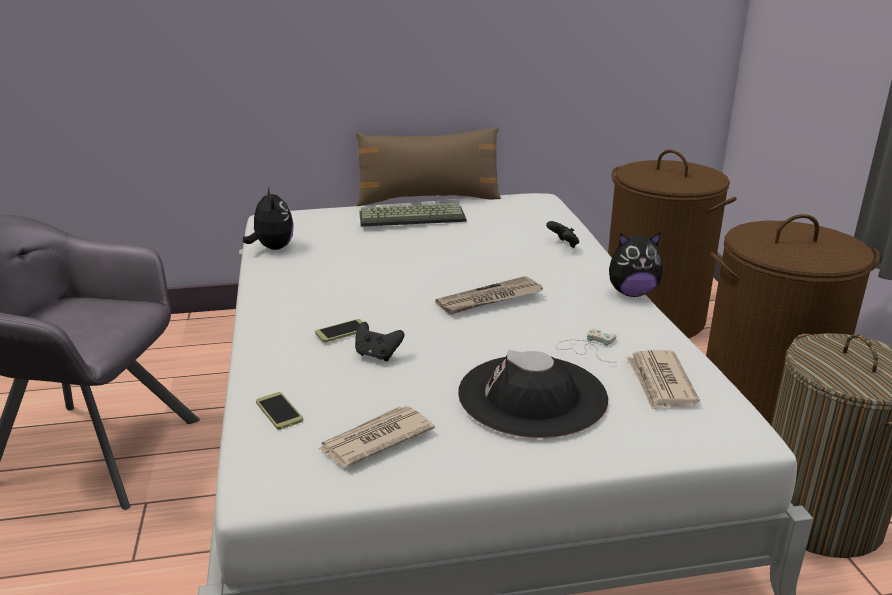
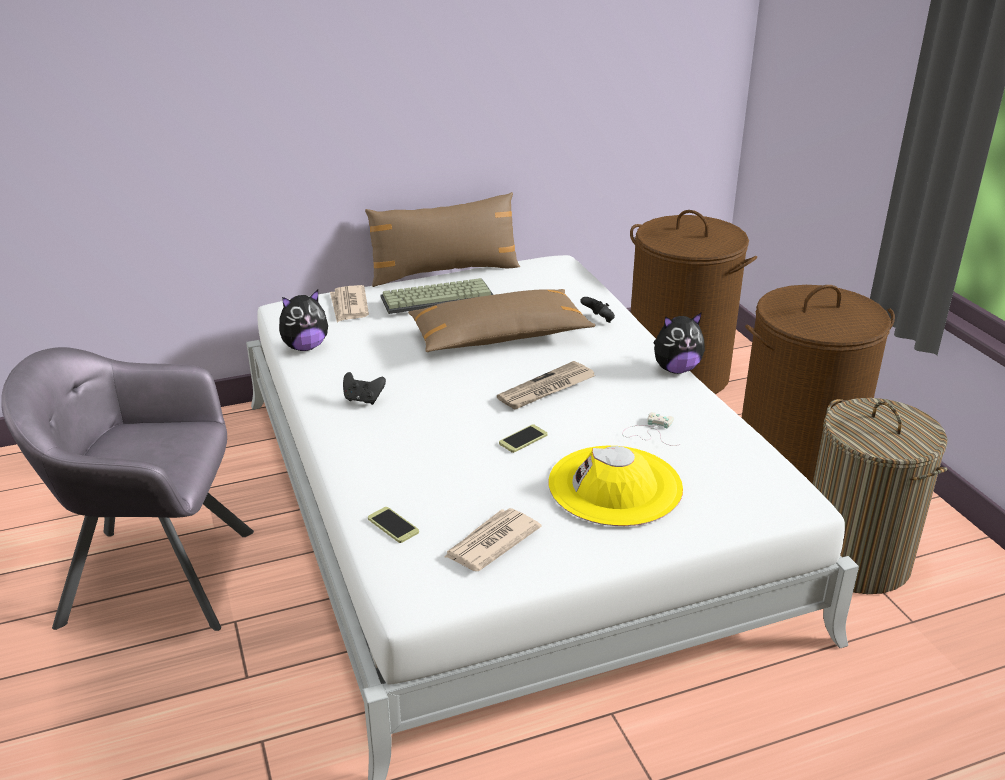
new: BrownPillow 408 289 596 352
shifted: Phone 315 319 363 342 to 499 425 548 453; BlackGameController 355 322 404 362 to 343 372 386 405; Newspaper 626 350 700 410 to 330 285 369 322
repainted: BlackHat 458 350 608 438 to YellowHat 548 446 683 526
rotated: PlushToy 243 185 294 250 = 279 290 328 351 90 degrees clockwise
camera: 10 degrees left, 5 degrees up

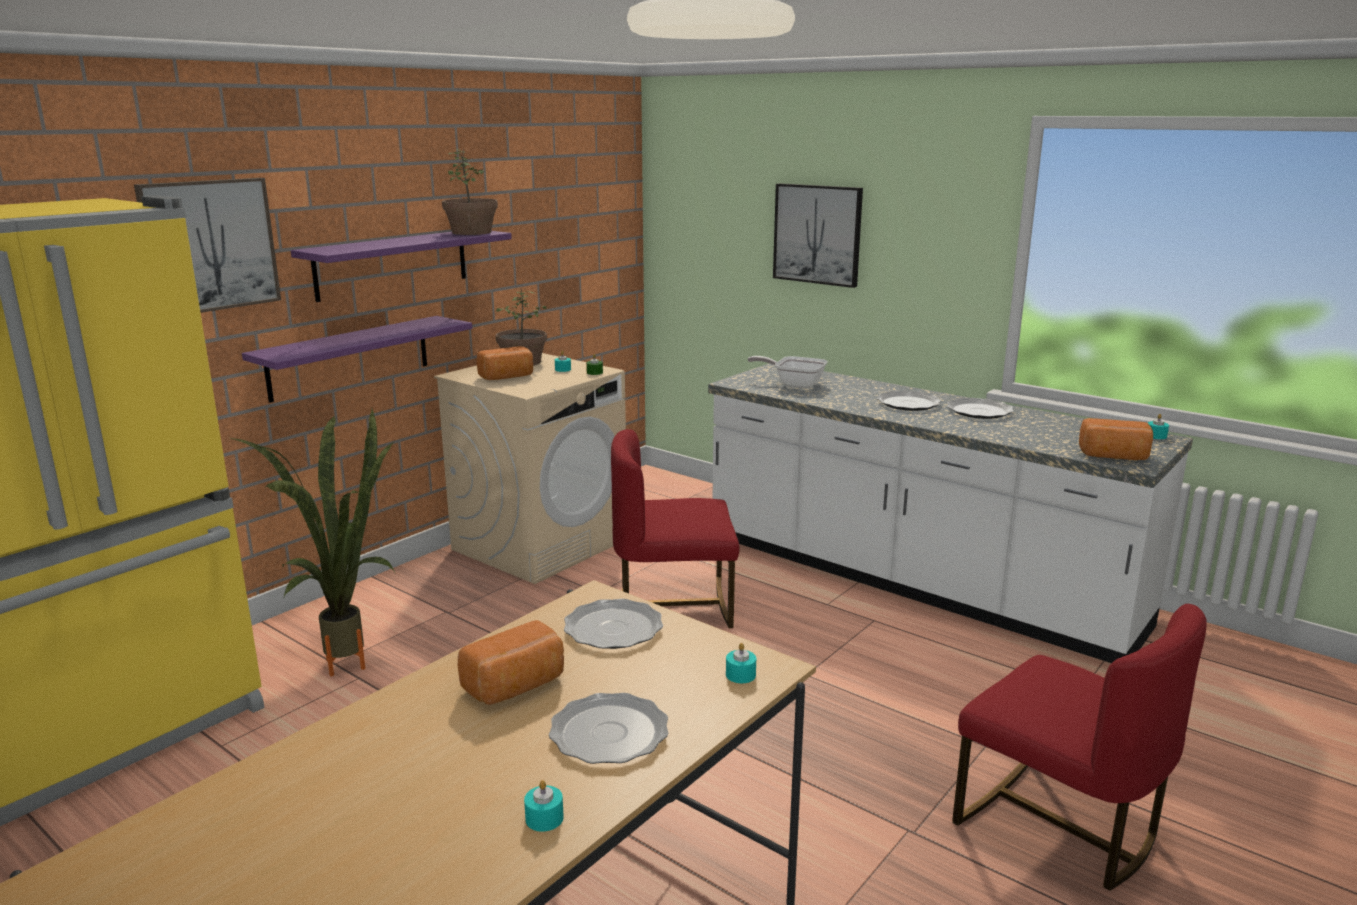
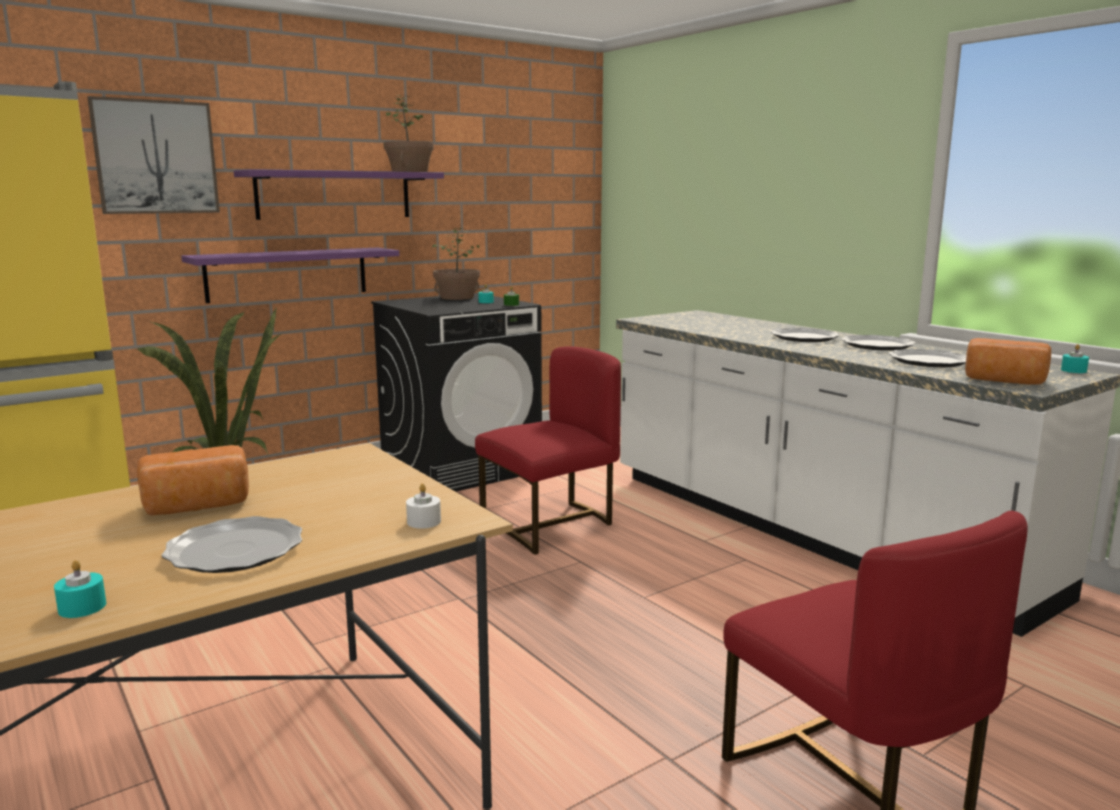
gone: Bread 477 346 533 380; FryingPan 748 356 828 389; Picture 773 183 863 288
shifted: Plate 564 599 663 649 to 888 349 966 367
repainted: BeigeWashingMachine 434 353 626 584 to BlackWashingMachine 371 293 542 492; TurquoiseCandle 726 643 756 683 to WhiteCandle 406 484 441 529
rotated: RedChair 611 429 739 628 = 475 346 621 555 135 degrees clockwise
camera: 15 degrees right, 5 degrees down

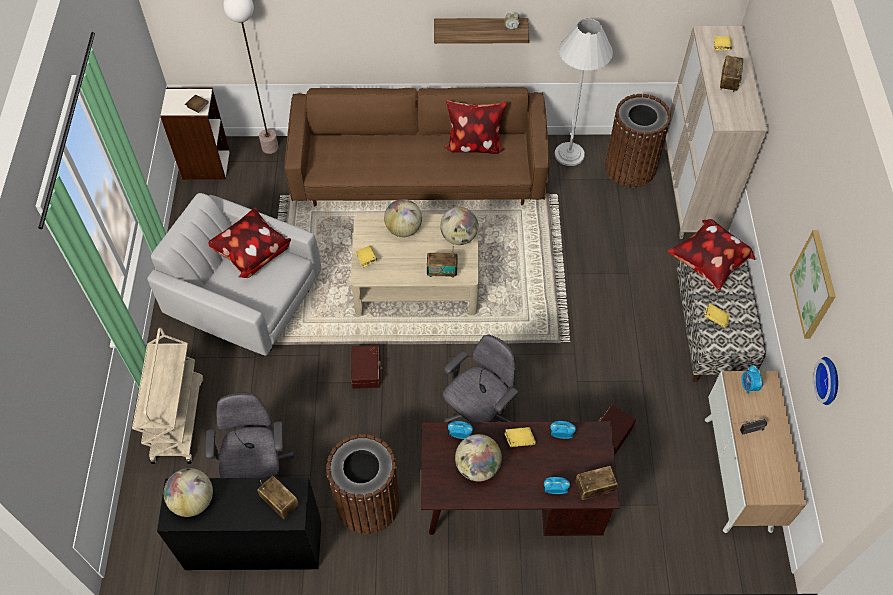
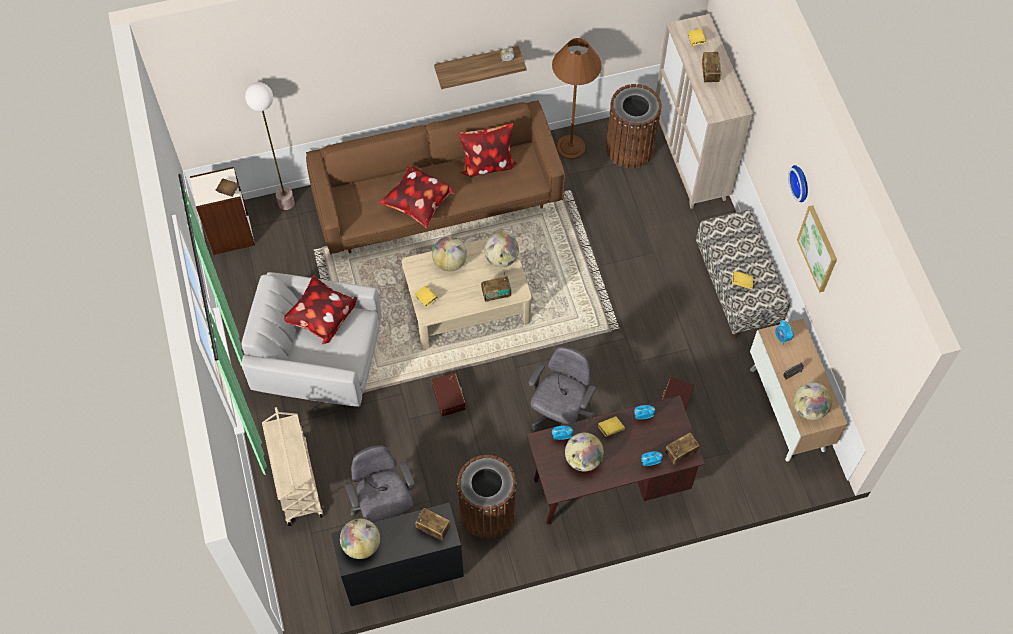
new: Globe 794 382 832 420
shifted: Pillow 668 219 755 291 to 379 166 455 228; WallClock 813 357 838 405 to 788 165 808 202
repainted: WhiteFloorLamp 554 18 613 166 to BrownFloorLamp 552 38 602 159
camera: 15 degrees left, 5 degrees up

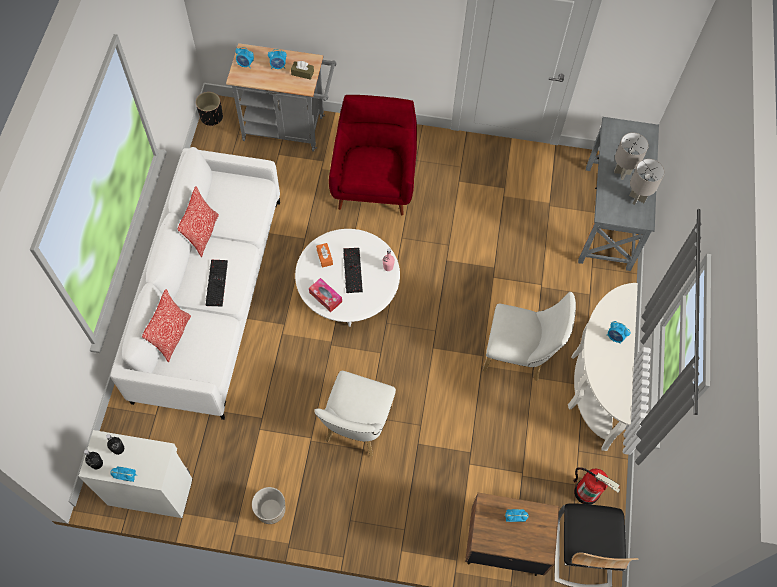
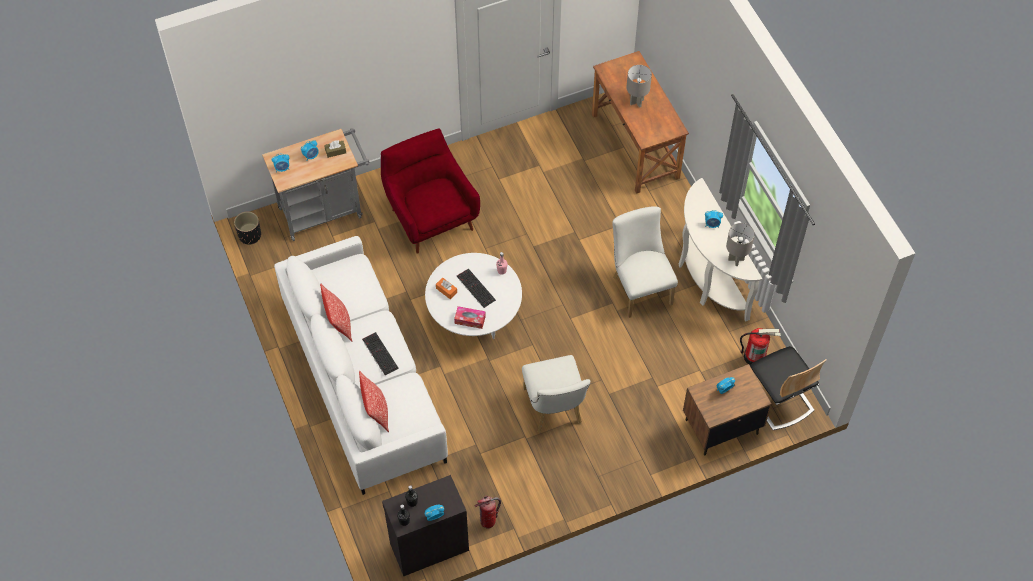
gone: Planter 252 487 286 524
new: FireExtinguisher 475 495 501 528
shifted: GreyTableLamp 629 159 665 205 to 726 223 755 266
repainted: WhiteCabinet 79 430 192 518 to BlackCabinet 382 475 469 576; GreyDesk 578 117 659 271 to BrownDesk 592 51 689 193
rotated: WhiteChair 483 292 576 381 = 612 206 678 318 90 degrees counterclockwise
camera: 30 degrees left, 5 degrees down

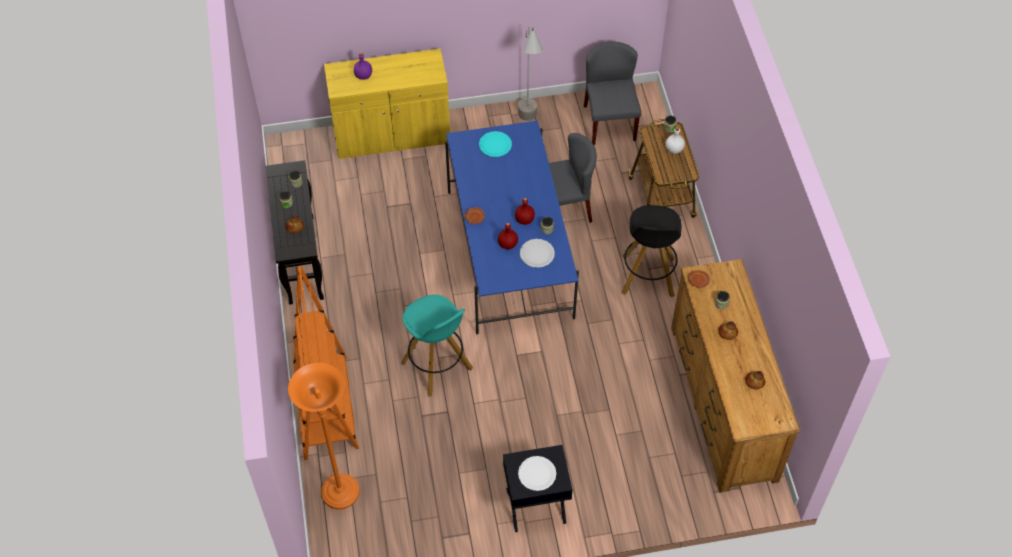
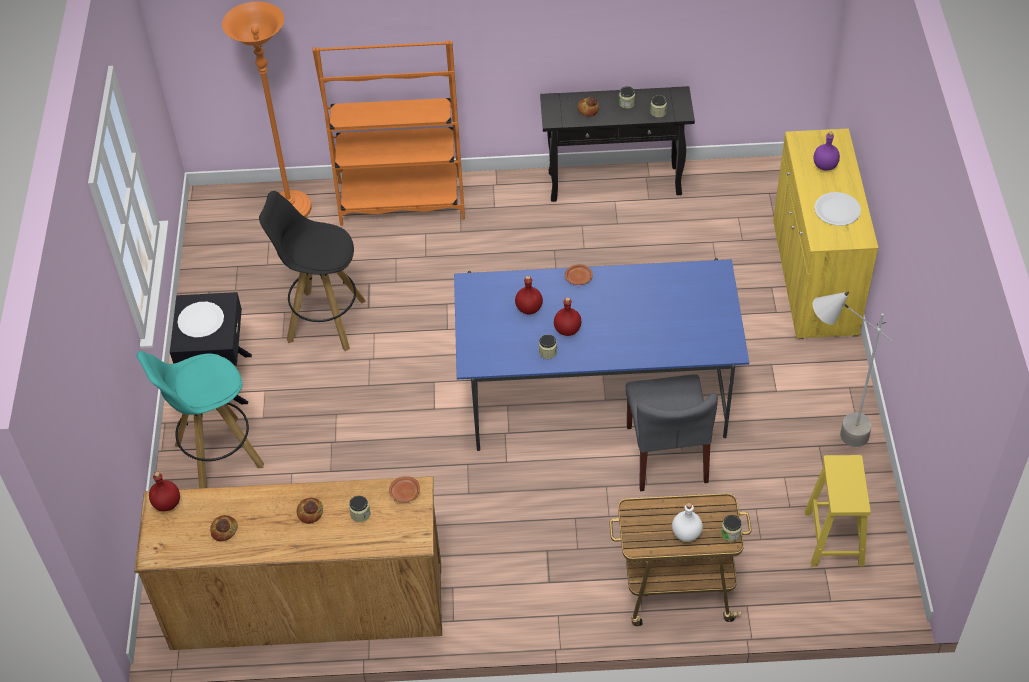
gone: TurquoisePlate 479 131 512 157
new: RedBottle 149 472 180 512
shifted: TurquoiseStool 401 294 473 397 to 137 351 264 488; WhitePlate 520 239 555 268 to 814 192 861 226; BlackStool 621 205 681 297 to 259 191 366 351
swapped: GreyChair 584 42 642 145 to YellowStool 805 455 871 567
camera: 100 degrees right, 5 degrees down

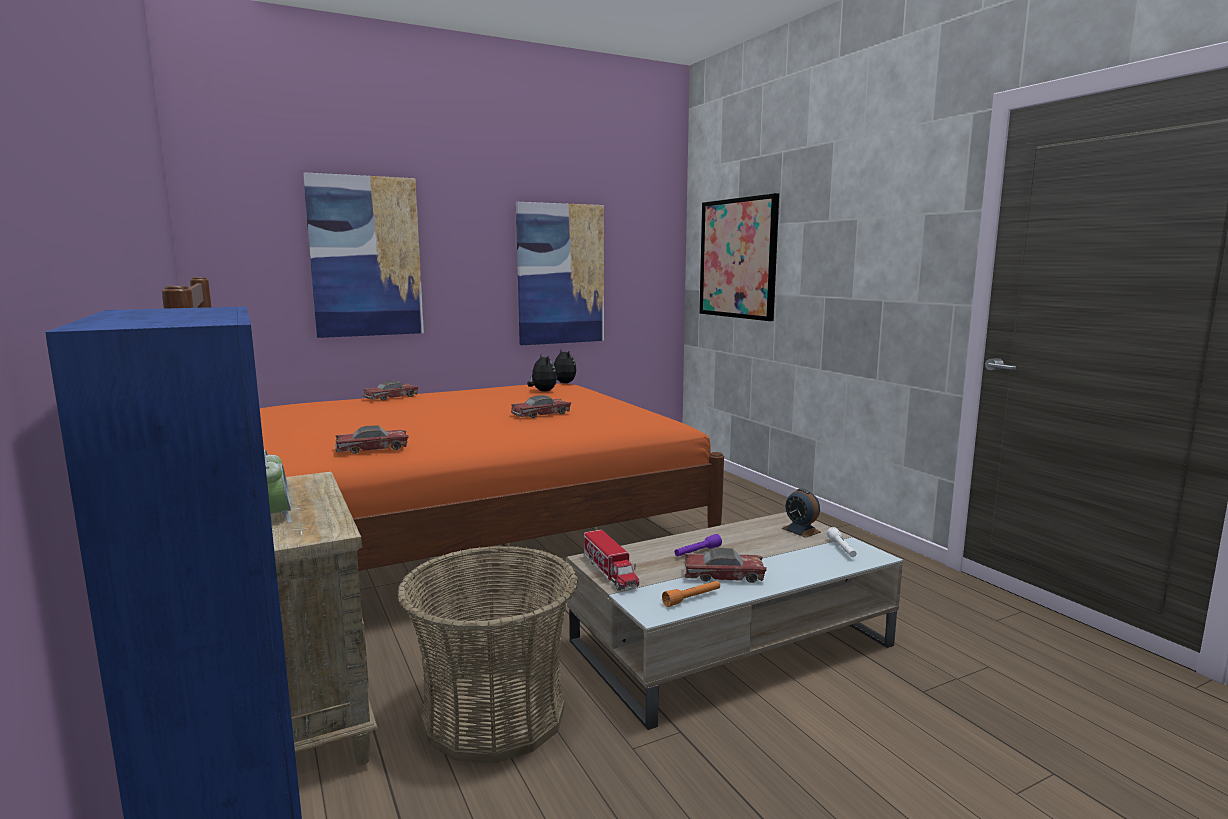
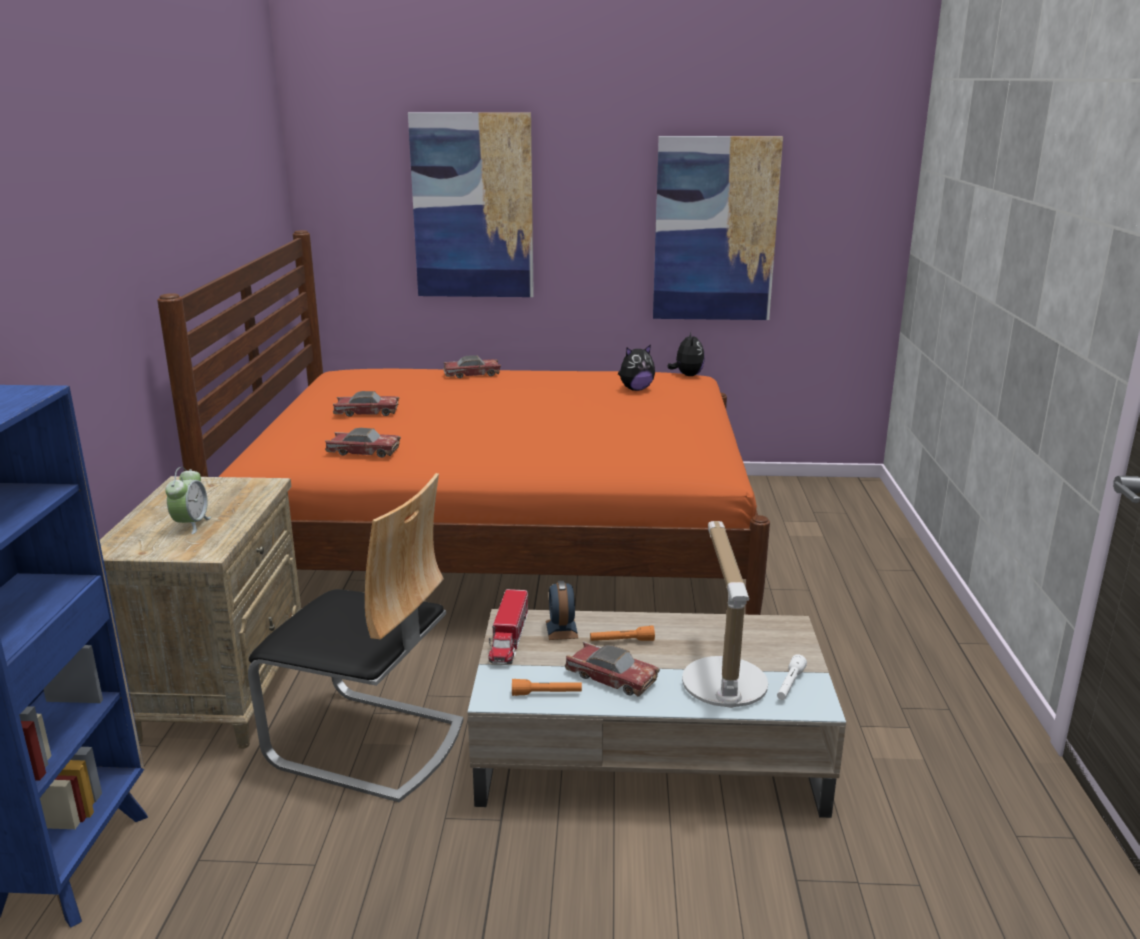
gone: Picture 699 193 779 321
new: TableLamp 682 521 768 708
shifted: ToyCar 511 395 571 418 to 333 391 399 417; AlarmClock 782 488 821 538 to 546 581 578 640
swapped: Basket 396 546 578 763 to Chair 248 473 464 802
repainted: PurpleFlashlight 675 534 722 556 to OrangeFlashlight 590 626 655 641
rotated: PlushToy 527 353 557 392 = 618 344 655 391 60 degrees clockwise
camera: 30 degrees right, 10 degrees up

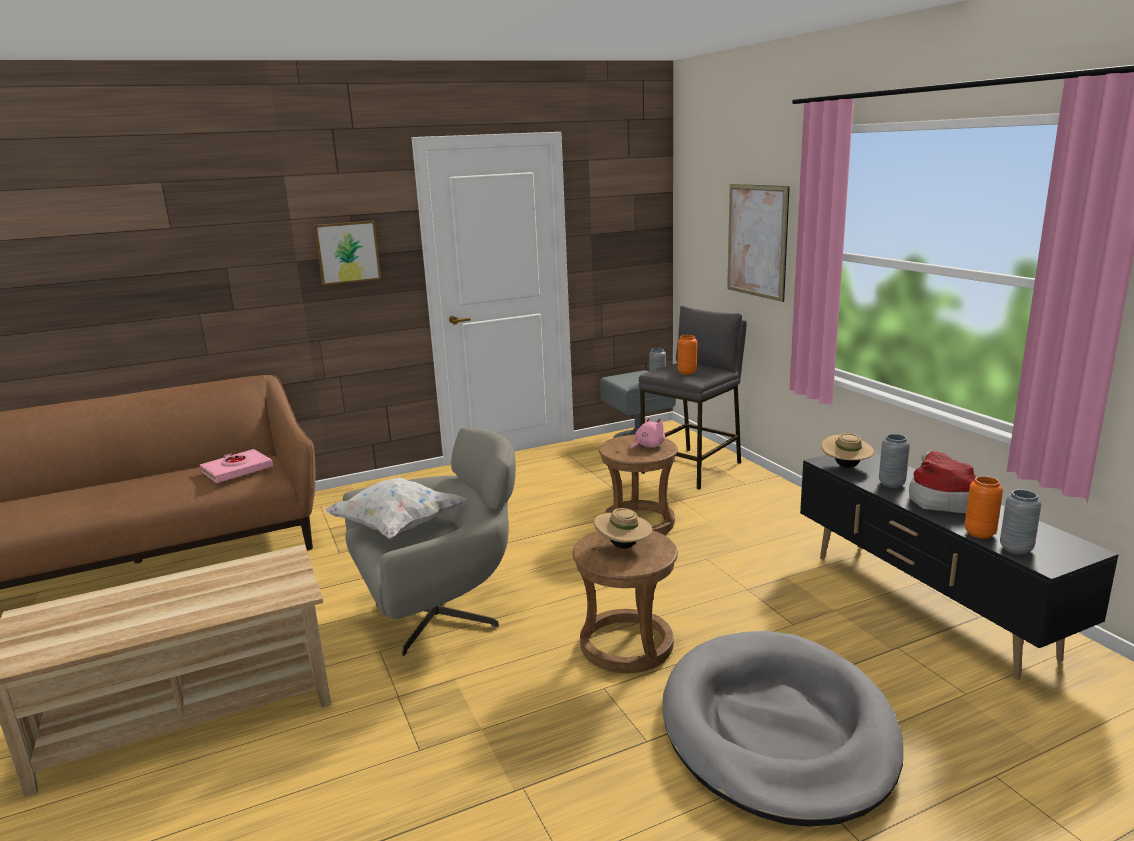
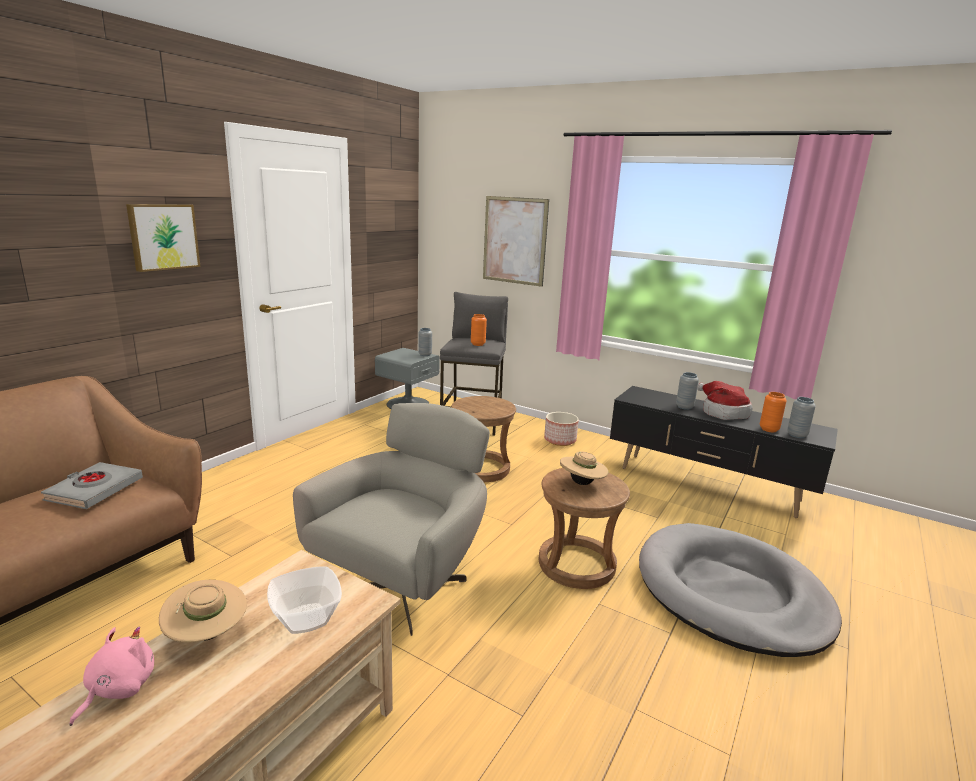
gone: WhitePillow 324 477 467 540
new: Bowl 267 567 342 634; Planter 544 412 579 446
shifted: PinkPlushToy 630 417 665 450 to 69 627 154 726; BeigeHat 821 433 874 468 to 159 580 247 642
repainted: PinkBook 200 449 273 483 to GreyBook 41 462 143 509
camera: 35 degrees left, 0 degrees up

